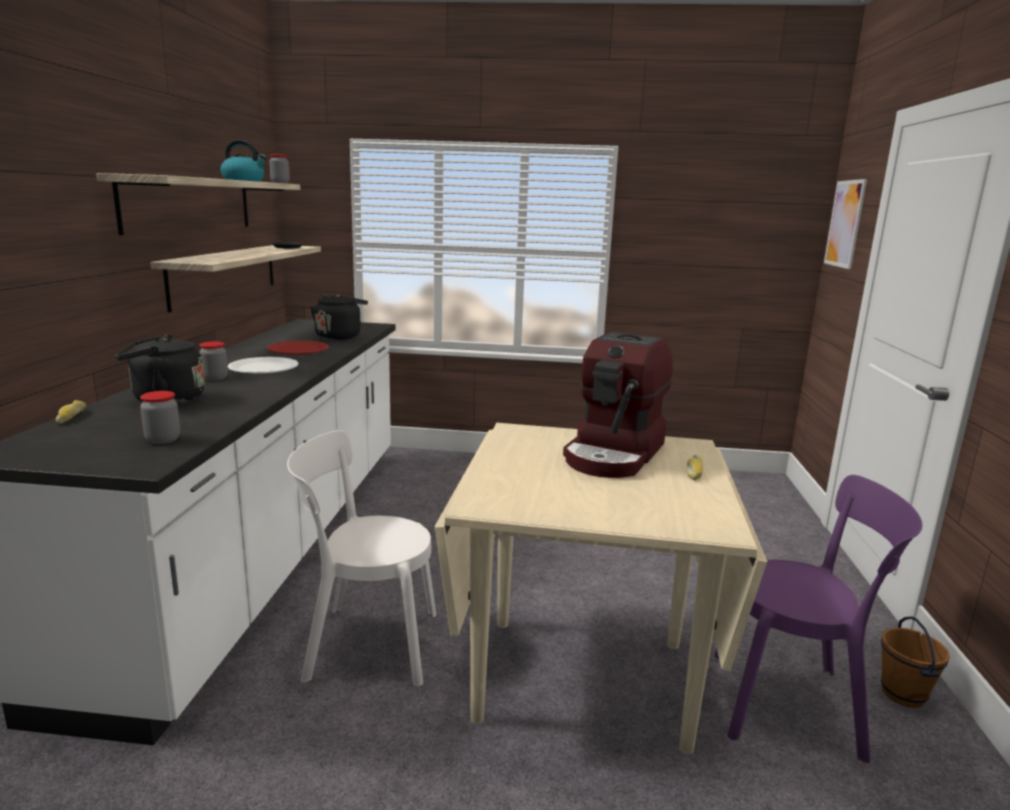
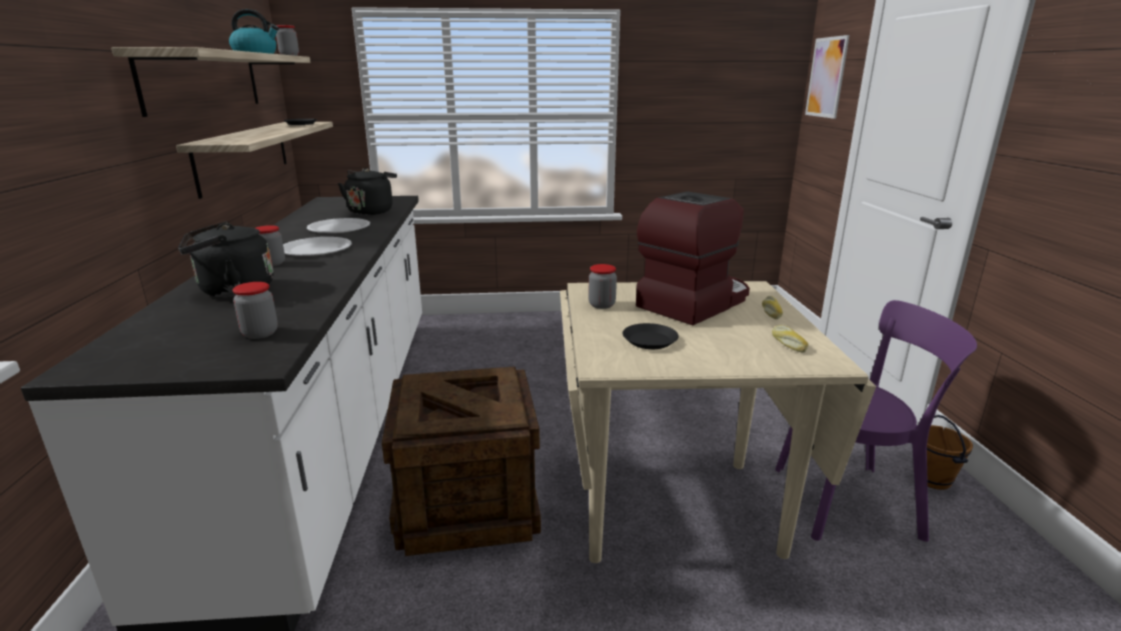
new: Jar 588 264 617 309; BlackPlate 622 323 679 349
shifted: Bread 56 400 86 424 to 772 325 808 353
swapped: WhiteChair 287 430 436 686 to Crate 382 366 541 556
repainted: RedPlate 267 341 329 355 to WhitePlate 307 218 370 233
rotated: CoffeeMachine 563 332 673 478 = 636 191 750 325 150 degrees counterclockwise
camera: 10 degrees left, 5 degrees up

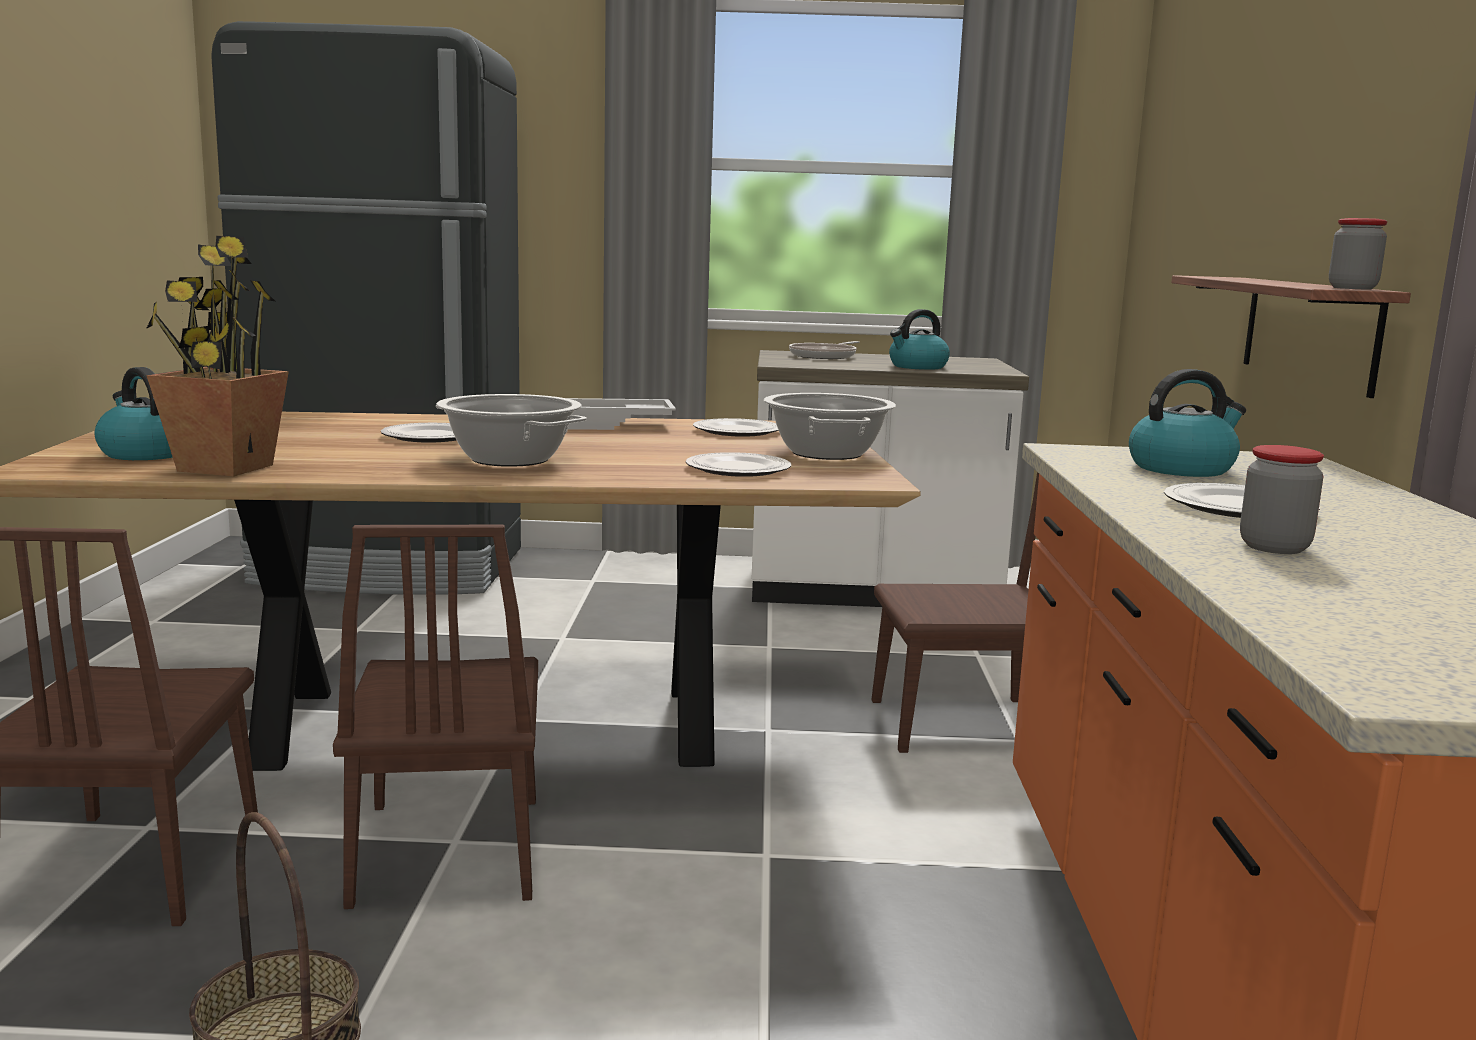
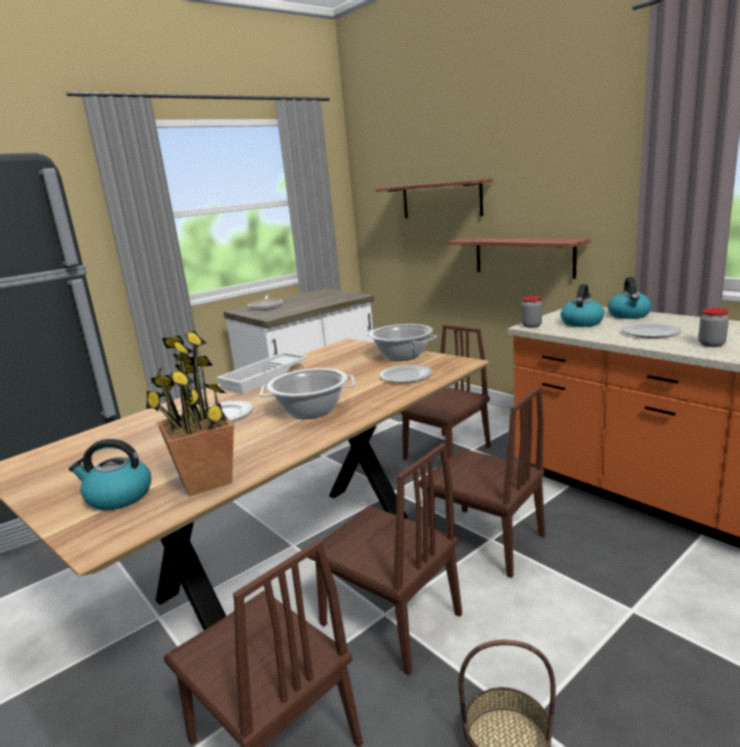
gone: Plate 693 418 779 437
new: Shelf 376 178 493 218; BrownChair 419 386 545 578
shifted: Kettle 889 309 950 370 to 608 277 652 319; Jar 1329 218 1387 290 to 521 296 542 328
camera: 40 degrees left, 5 degrees up

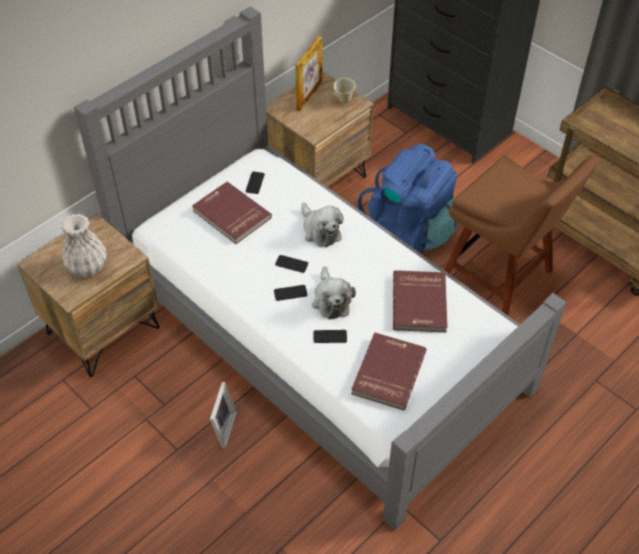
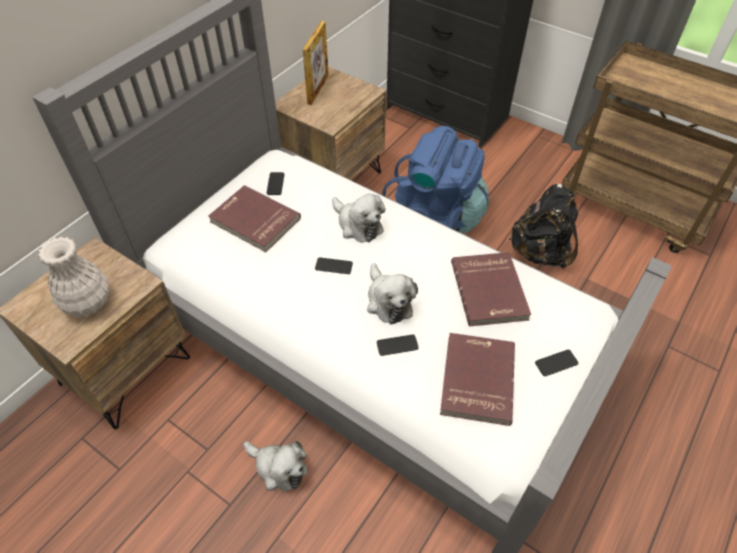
gone: BeigeMug 333 78 356 103
shifted: Phone 274 285 307 301 to 535 350 579 376
swapped: PictureFrame 210 382 237 449 to PlushToy 243 441 308 491; BrownChair 444 155 600 316 to BlackBackpack 509 184 578 269
camera: 10 degrees left, 0 degrees up

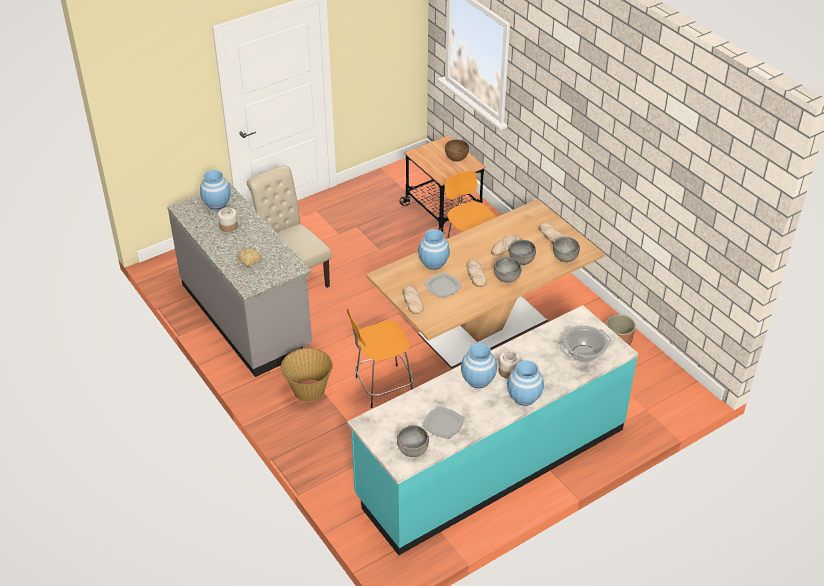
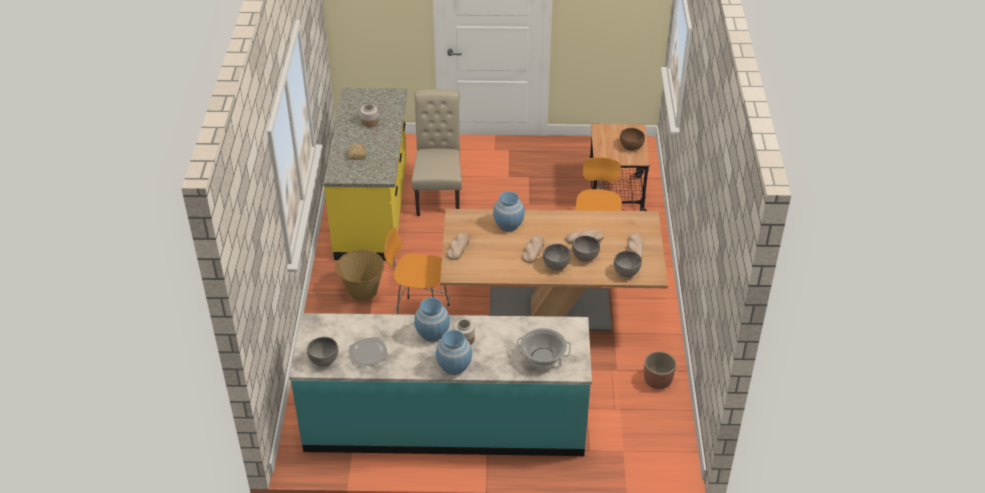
gone: BlueVase 200 170 231 210; Plate 424 273 462 298
repainted: GreyCounter 167 183 312 377 to YellowCounter 324 88 407 261
camera: 35 degrees right, 0 degrees up

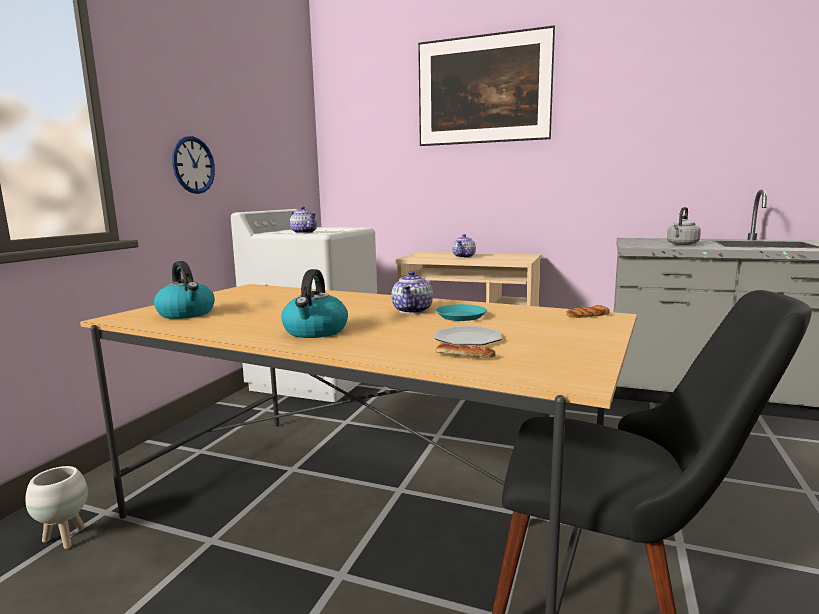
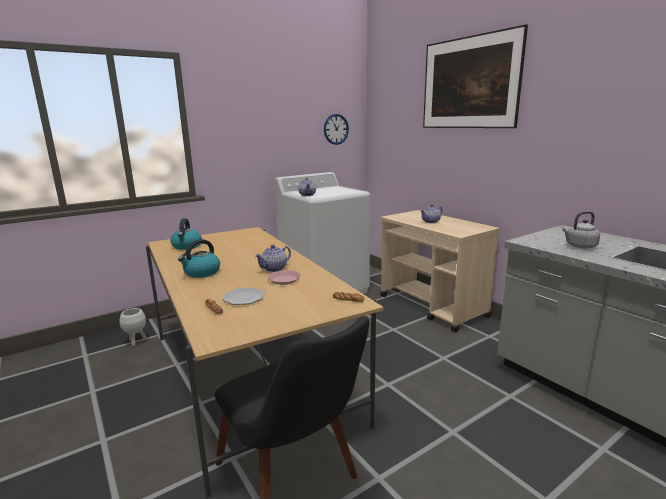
shifted: WallClock 172 136 215 194 to 324 114 349 145
repainted: TurquoisePlate 436 304 487 321 to PinkPlate 268 270 301 285
camera: 35 degrees right, 5 degrees up

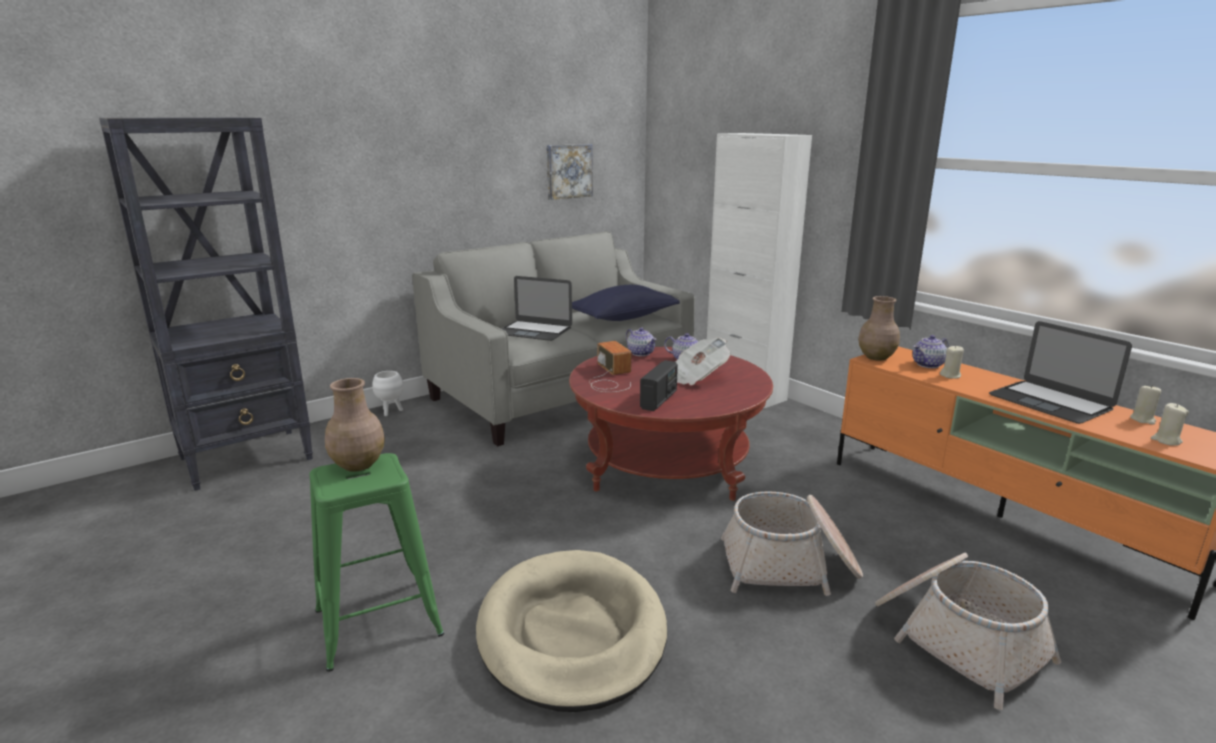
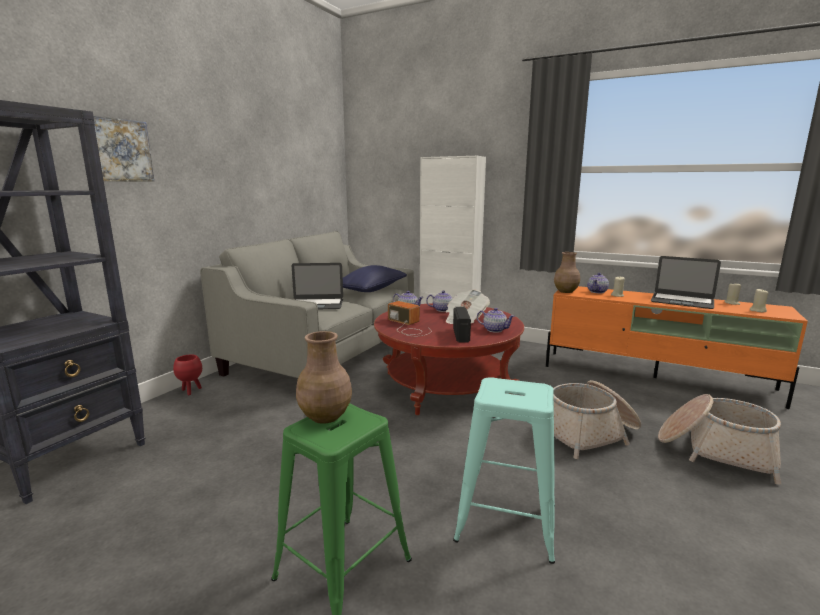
new: Teapot 477 308 515 333
shifted: Picture 547 144 593 200 to 94 116 154 182
swapped: BeigeDogBed 476 550 667 712 to TurquoiseStool 453 377 555 564
repainted: WhitePlanter 372 371 403 416 to RedPlanter 173 355 202 395
camera: 25 degrees left, 5 degrees down

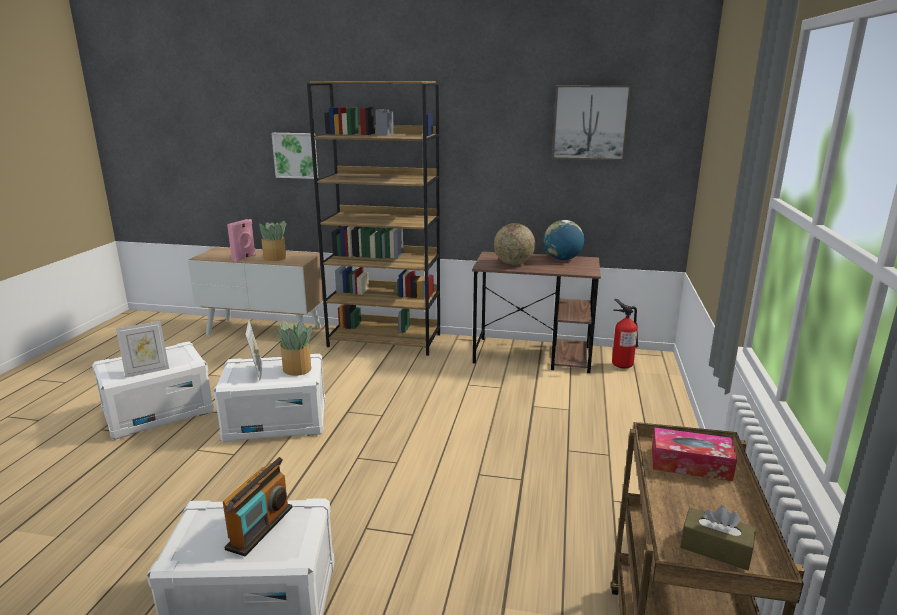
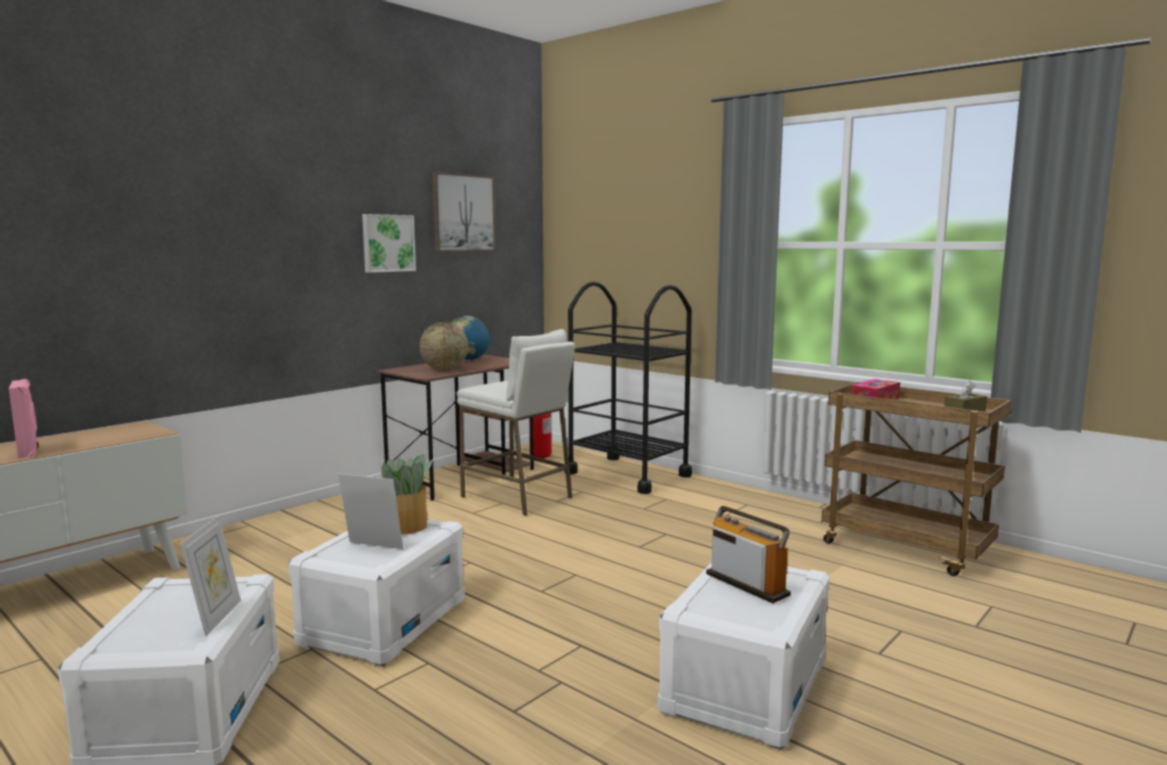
gone: PottedPlant 259 221 286 261; BrownBookcase 307 81 440 356
new: WhiteStool 457 329 575 516; BlackCart 565 282 692 494
shifted: Picture 271 133 318 179 to 362 214 416 273
camera: 60 degrees left, 10 degrees down

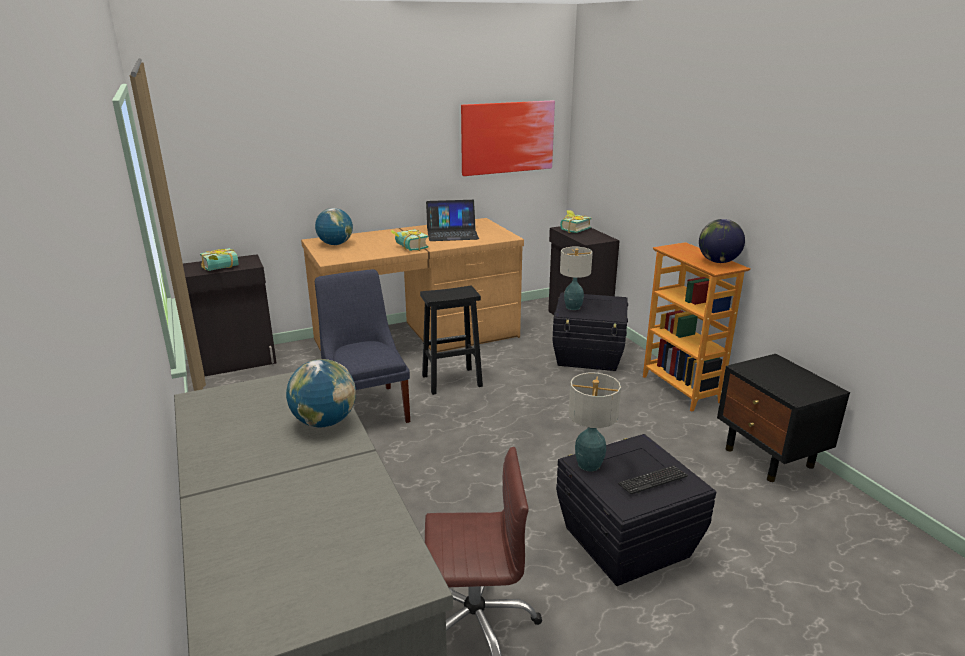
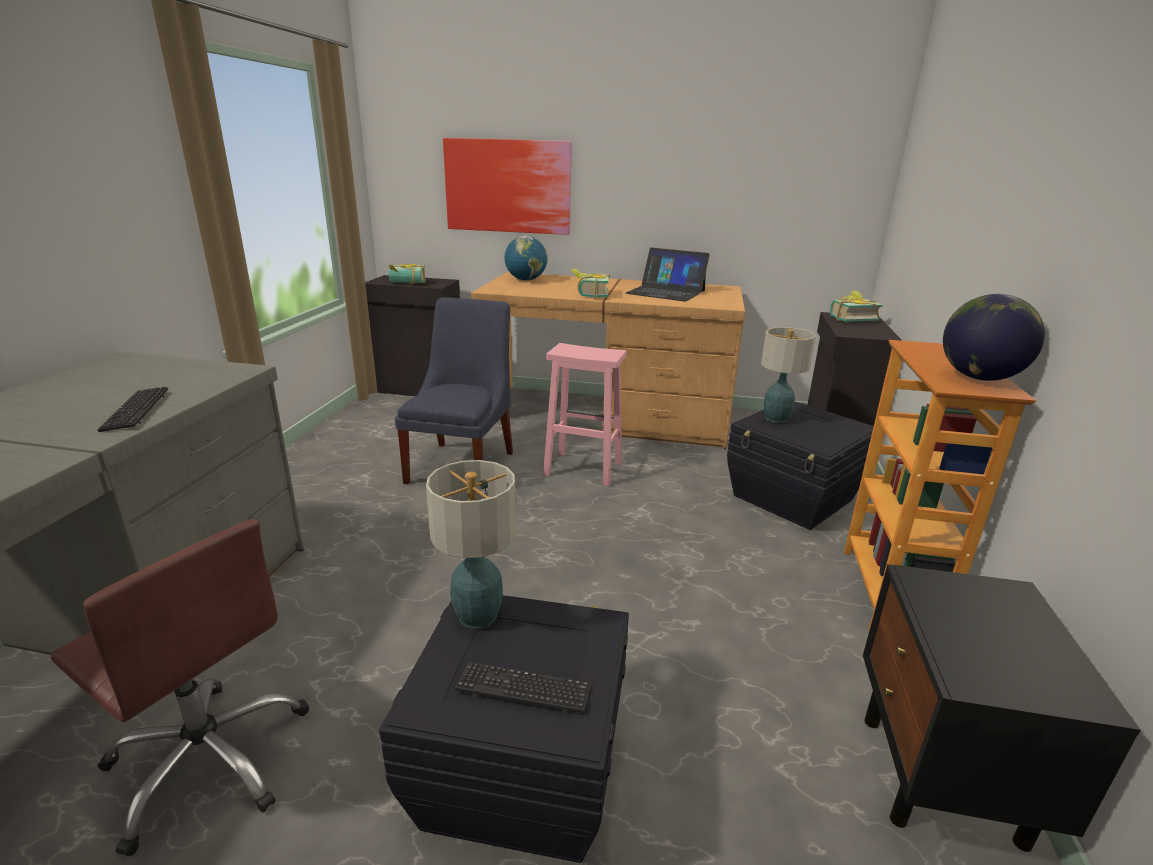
shifted: Picture 461 101 555 176 to 443 138 572 235
swapped: Globe 286 359 356 427 to Keyboard 98 387 168 432
repainted: BlackStool 420 286 483 395 to PinkStool 543 343 627 487
camera: 35 degrees right, 0 degrees up

